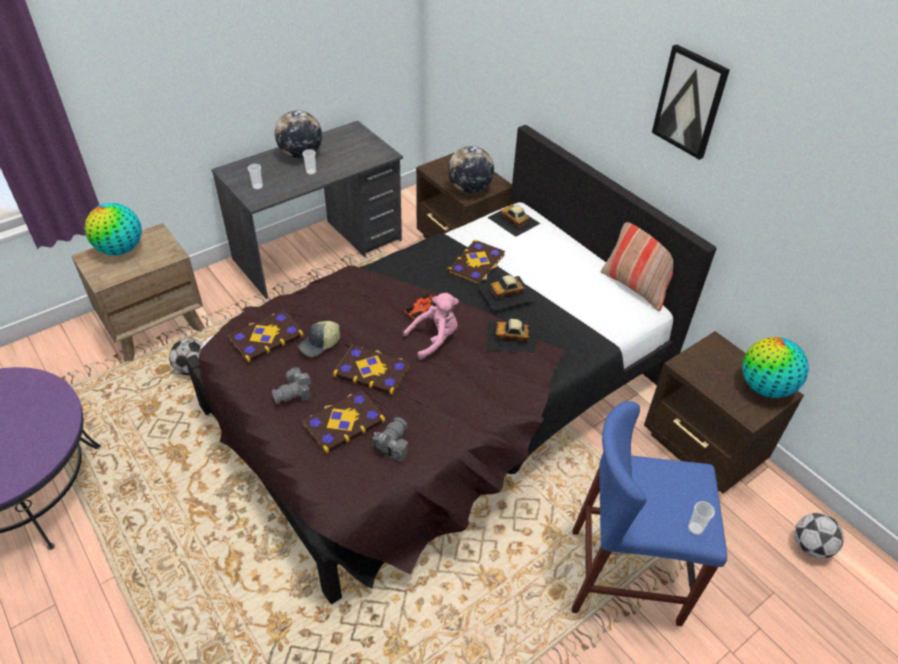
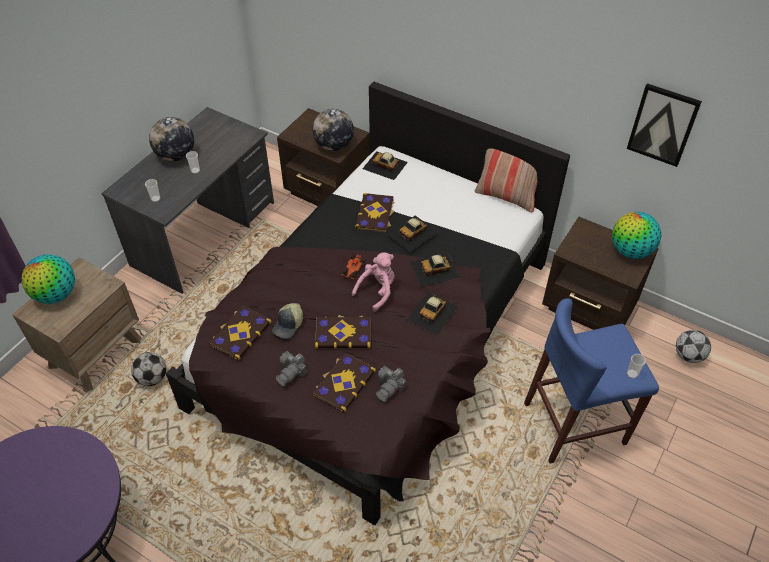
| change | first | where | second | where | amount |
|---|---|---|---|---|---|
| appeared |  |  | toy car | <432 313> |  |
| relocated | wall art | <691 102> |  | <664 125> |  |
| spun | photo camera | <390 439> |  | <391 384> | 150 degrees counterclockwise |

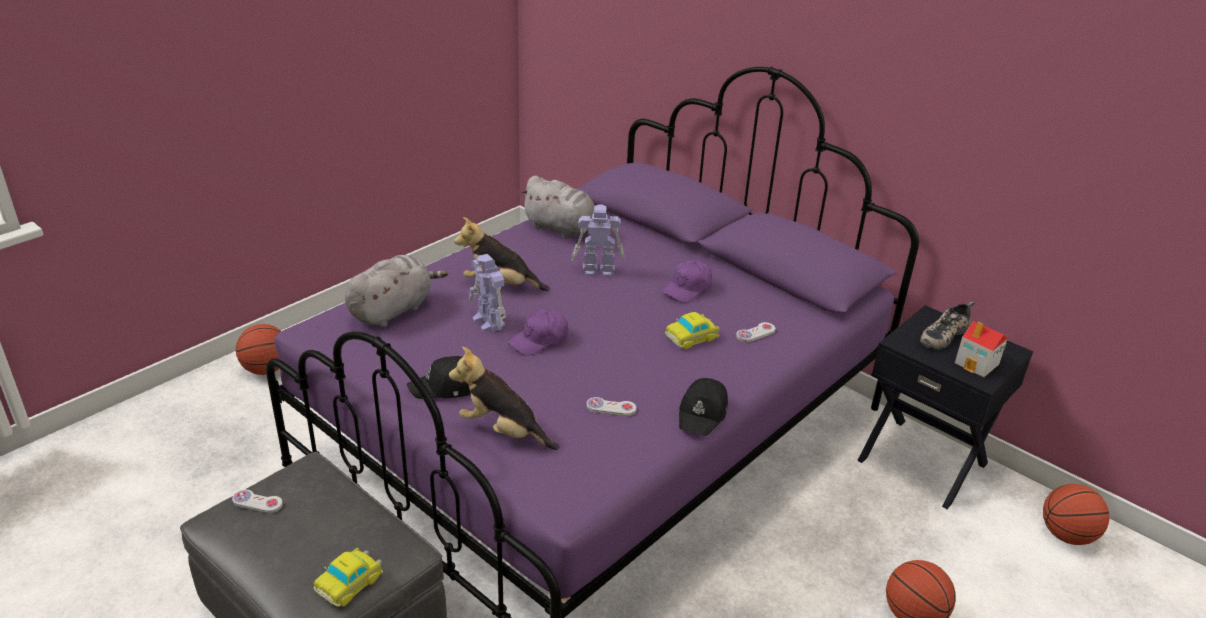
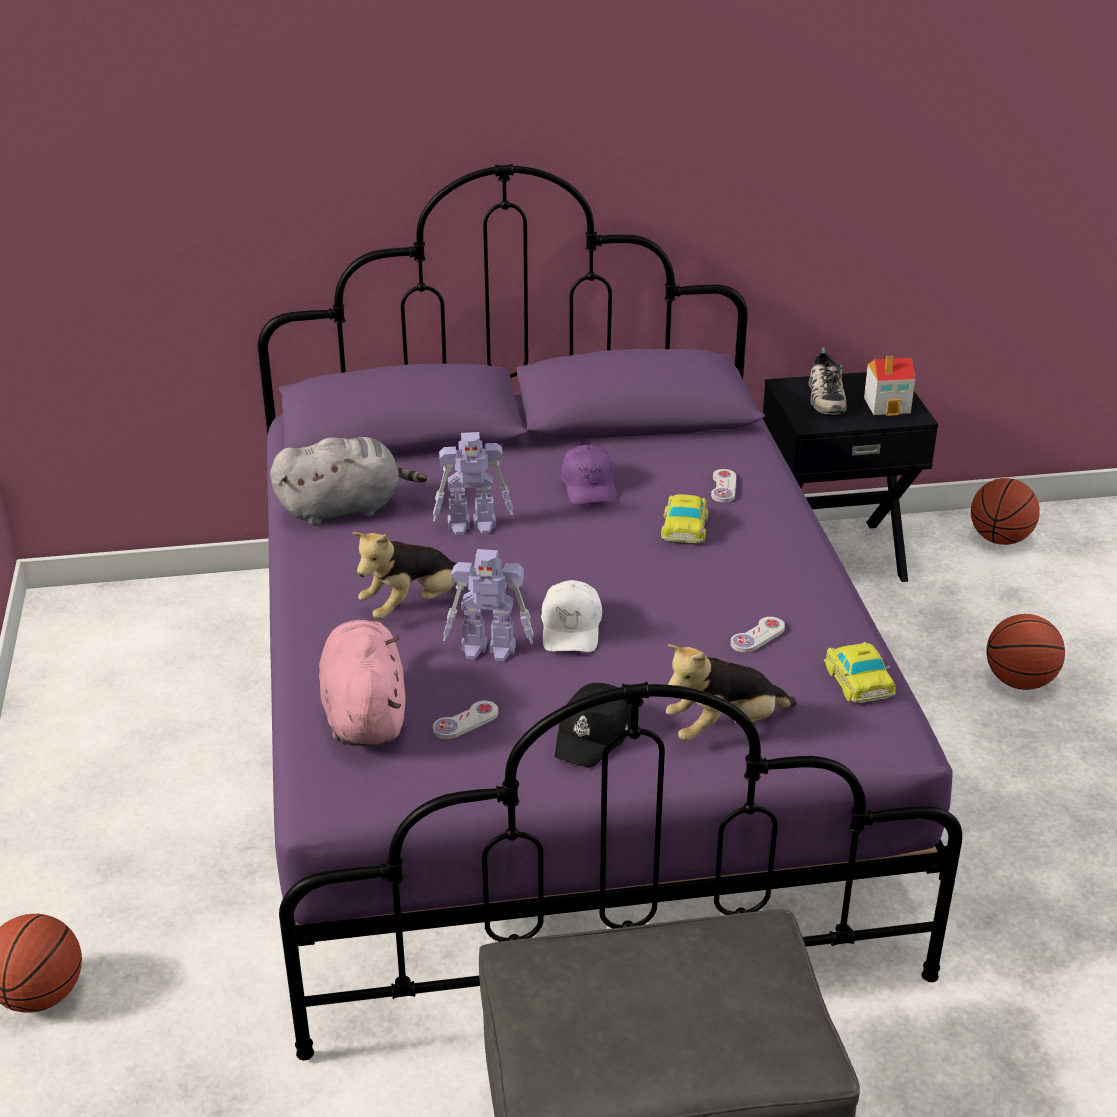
| change | first | where | second | where | amount |
|---|---|---|---|---|---|
| missing | black-coloured peaked cap | <703 407> |  |  |  |
| relocated | white-coloured gamepad | <257 501> |  | <465 720> |  |
| relocated | toy car | <348 577> |  | <860 672> |  |
| colour | greyish cuddly toy | <396 291> | pink-coloured cuddly toy | <362 683> |  |
| colour | purple peaked cap | <538 332> | white-coloured peaked cap | <571 616> |  |
| spun | model robot | <598 240> |  | <473 483> | 135 degrees counterclockwise |

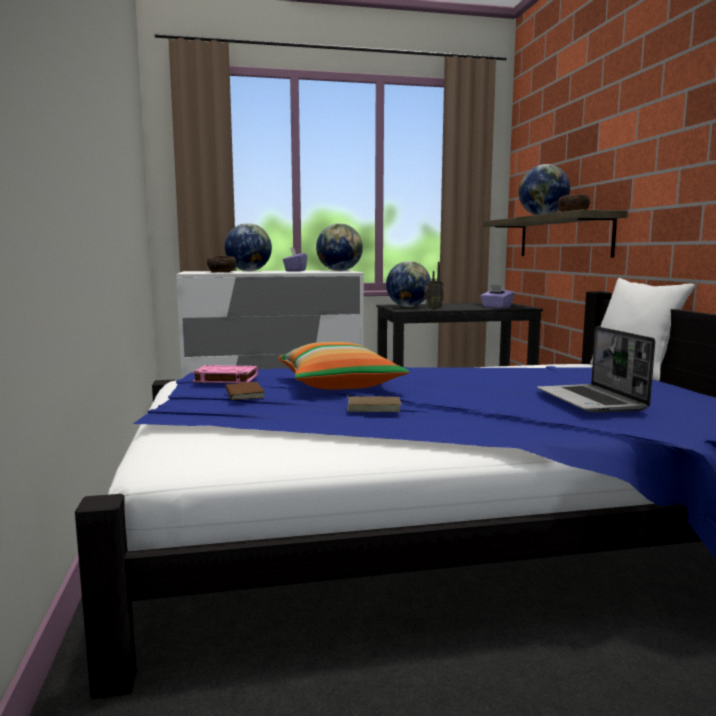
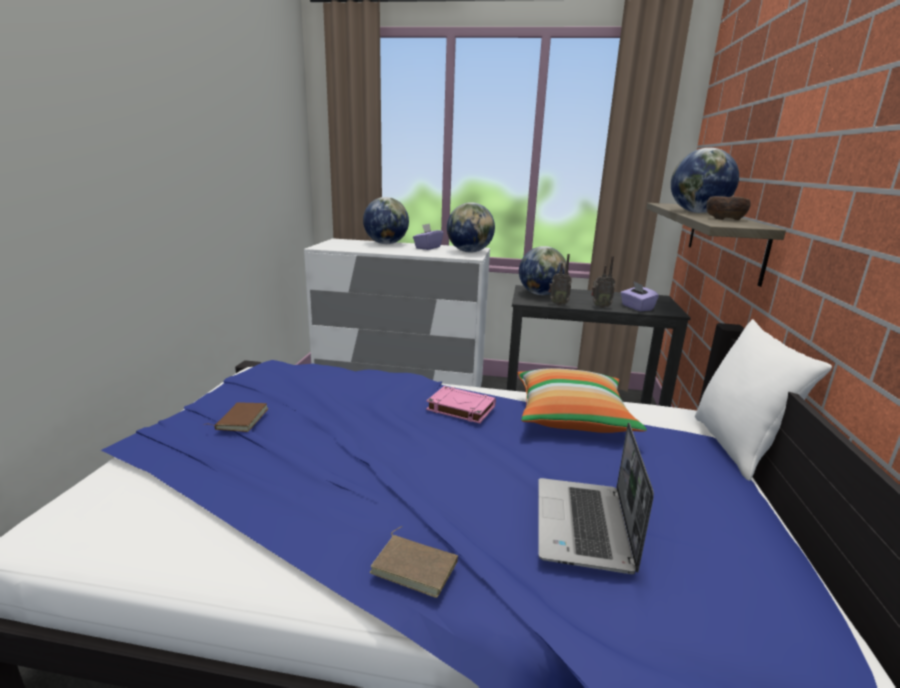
| change | first | where | second | where | amount |
|---|---|---|---|---|---|
| missing | brownish bowl | <221 264> |  |  |  |
| appeared |  |  | radio | <603 282> |  |
| relocated | pink-coloured volume | <225 374> |  | <461 404> |  |
| relocated | pillow | <344 366> |  | <582 400> |  |
| relocated | brownish volume | <374 403> |  | <414 562> |  |

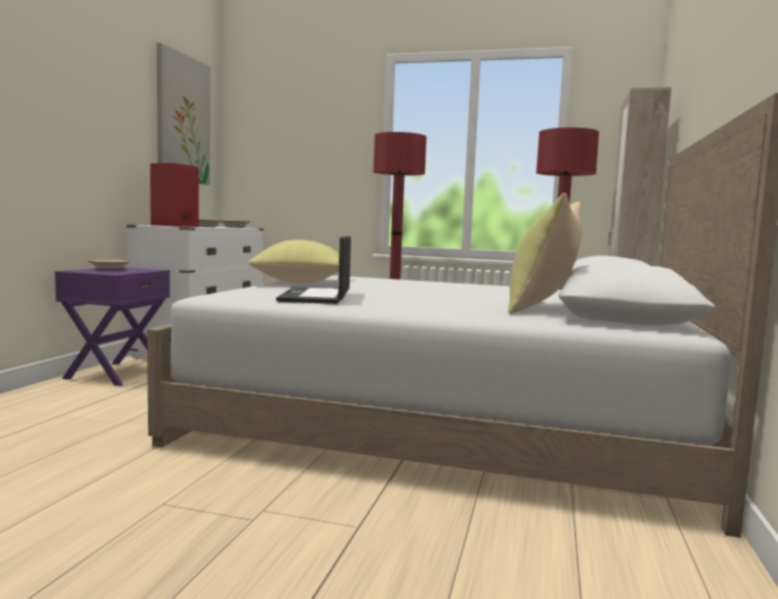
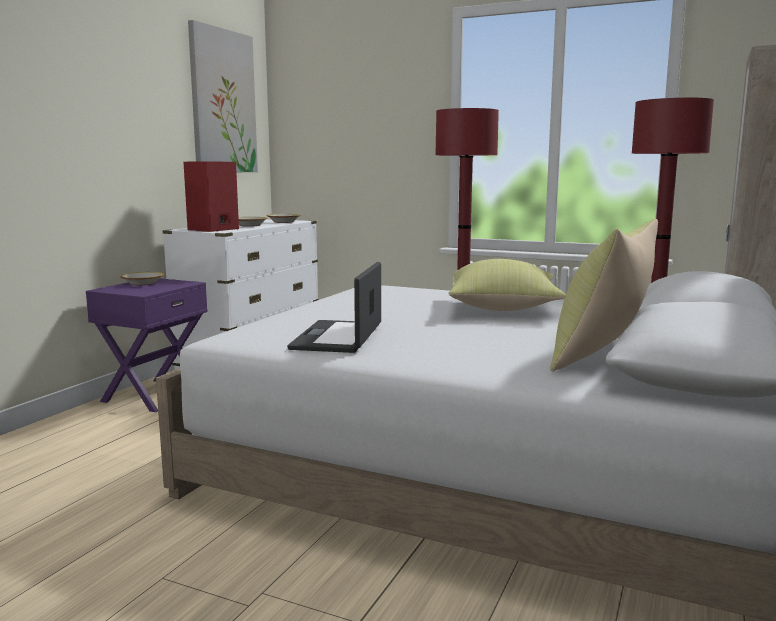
| change | first | where | second | where | amount |
|---|---|---|---|---|---|
| relocated | yellowish pillow | <293 261> |  | <507 285> |  |

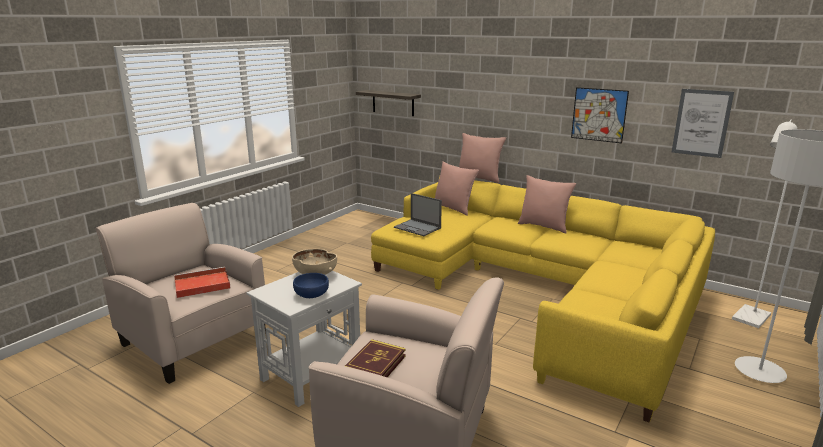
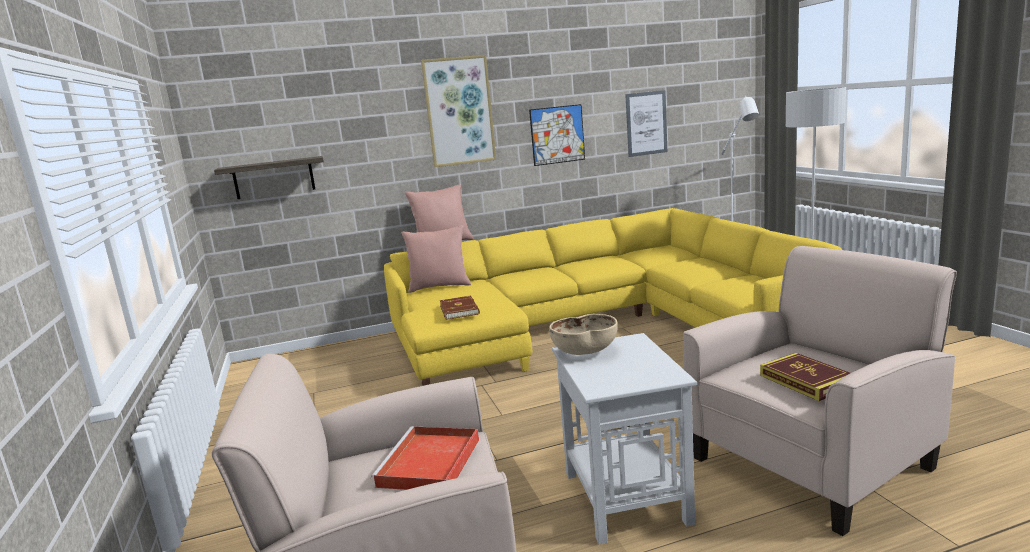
| change | first | where | second | where | amount |
|---|---|---|---|---|---|
| missing | blue-coloured bowl | <311 285> |  |  |  |
| missing | pink-coloured pillow | <547 204> |  |  |  |
| appeared |  |  | wall art | <458 111> |  |
| exchanged | portable computer | <418 214> | brownish volume | <460 308> |  |

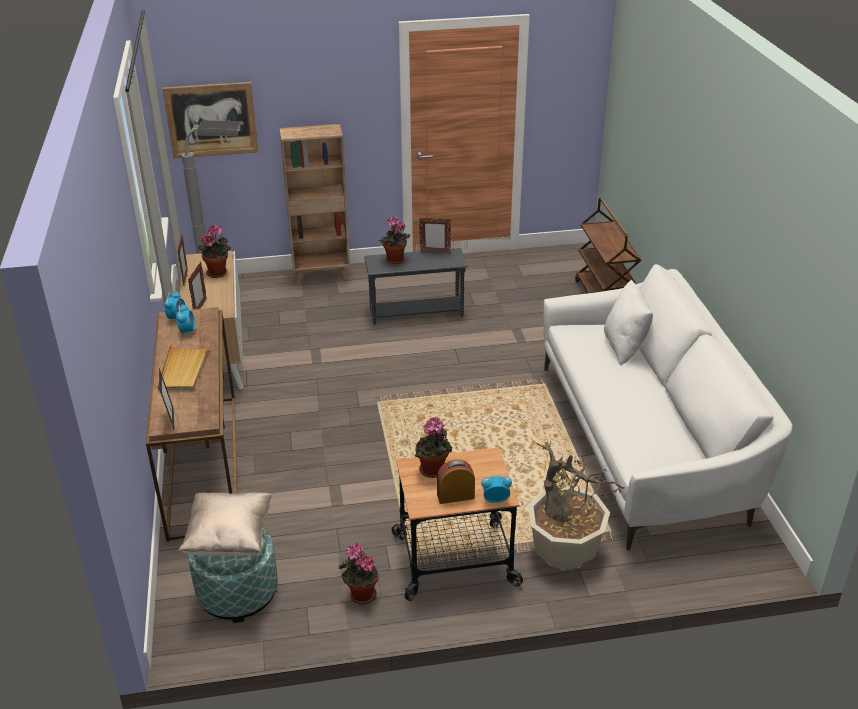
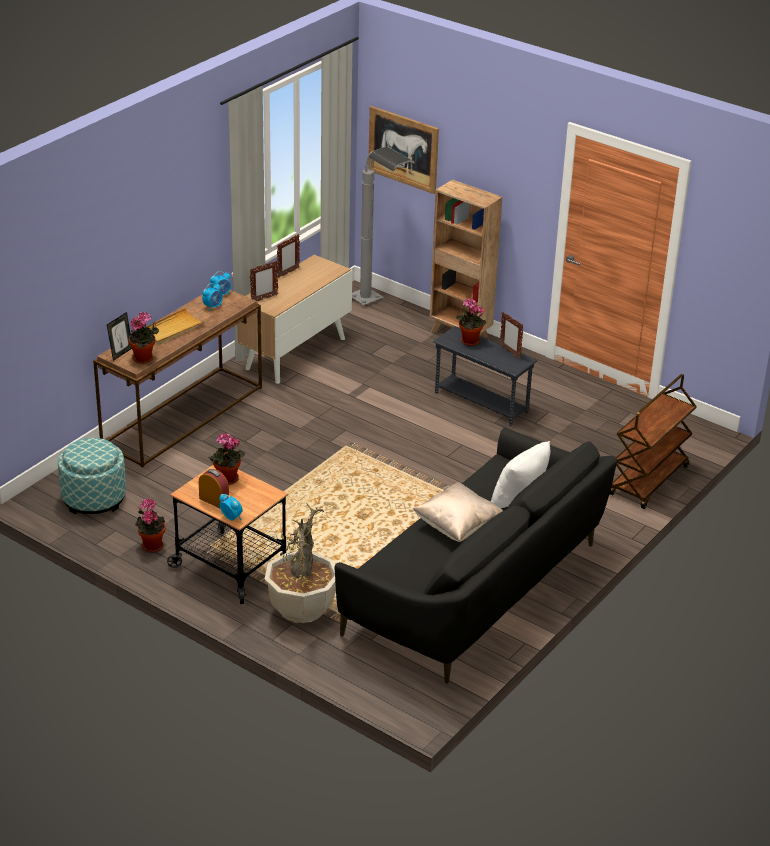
| change | first | where | second | where | amount |
|---|---|---|---|---|---|
| relocated | sand-coloured pillow | <225 524> |  | <458 512> |  |
| relocated | potted plant | <214 251> |  | <144 338> |  |
| colour | white-coloured sofa | <668 407> | black-coloured sofa | <475 556> |  |

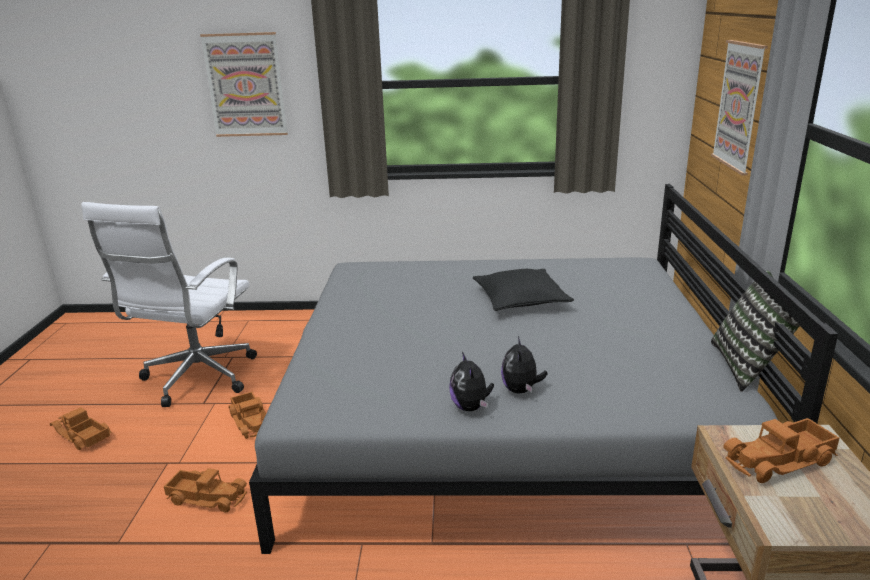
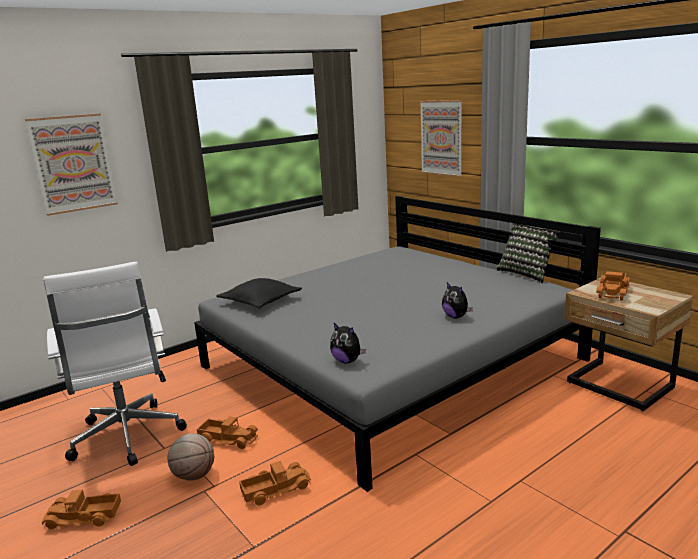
| change | first | where | second | where | amount |
|---|---|---|---|---|---|
| appeared |  |  | basketball | <190 457> |  |
| relocated | cuddly toy | <471 381> |  | <348 343> |  |
| relocated | black-coloured pillow | <523 290> |  | <259 293> |  |

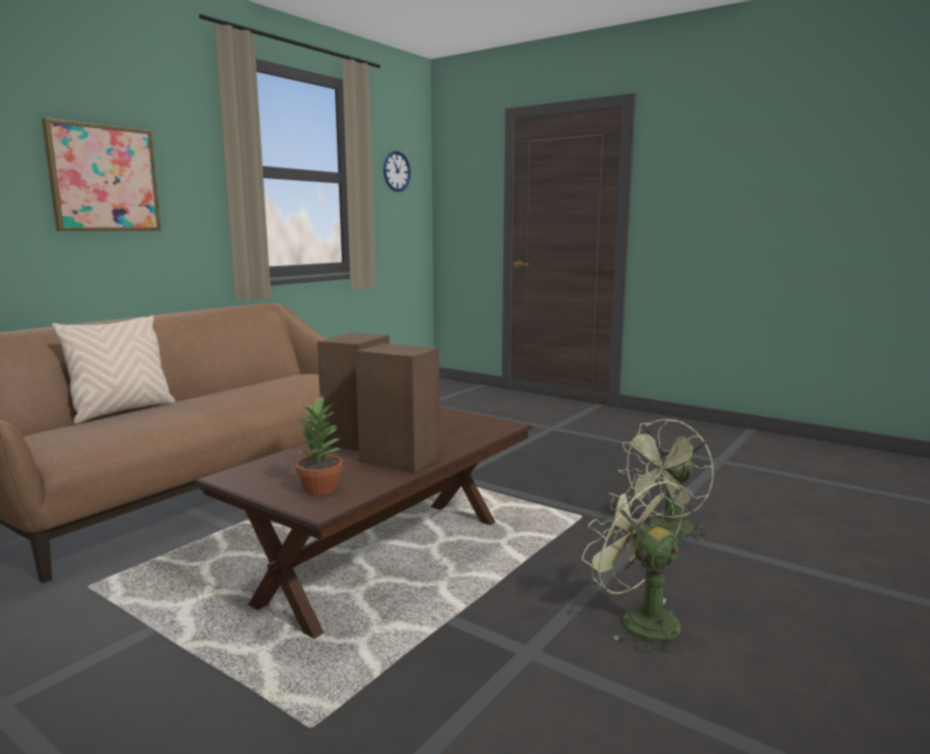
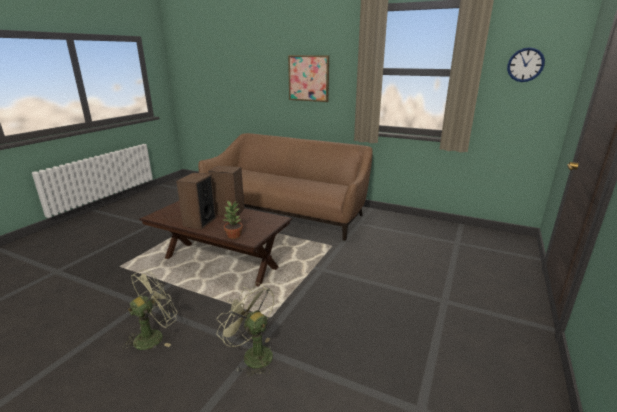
| change | first | where | second | where | amount |
|---|---|---|---|---|---|
| missing | sand-coloured pillow | <113 369> |  |  |  |
| relocated | potted plant | <319 445> |  | <233 220> |  |

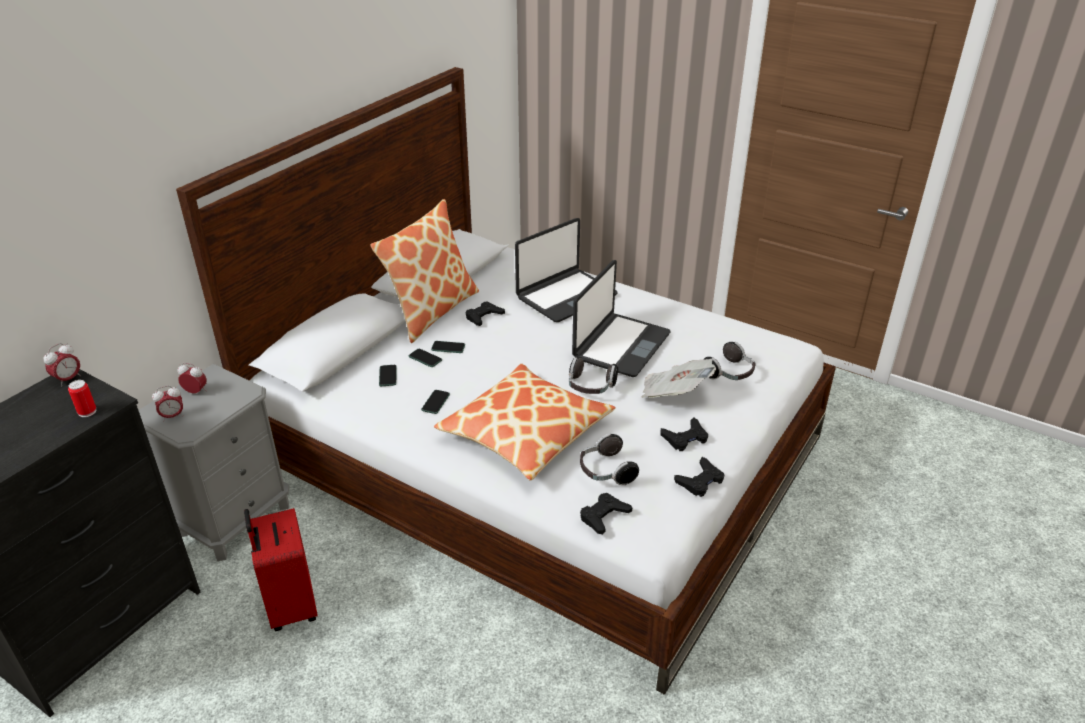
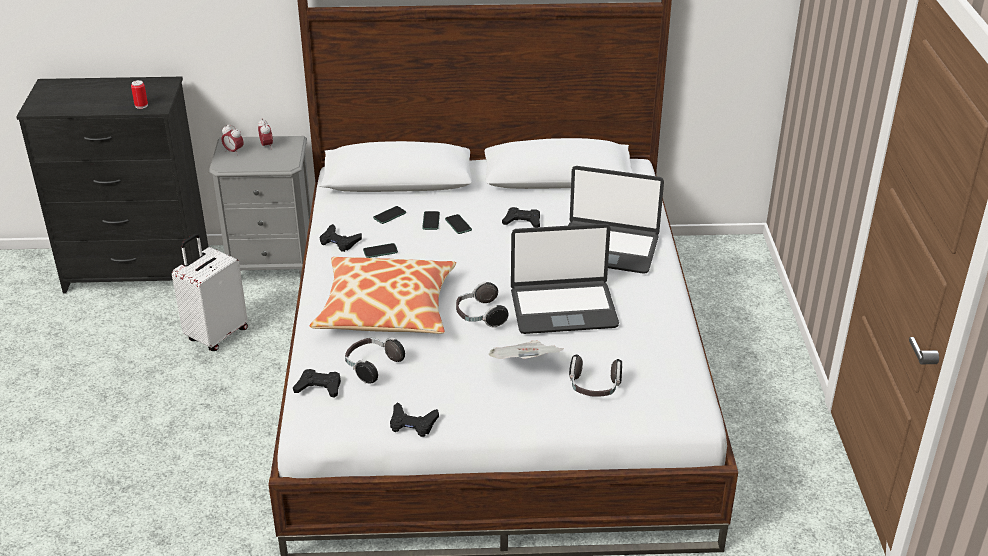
| change | first | where | second | where | amount |
|---|---|---|---|---|---|
| missing | bedside clock | <62 365> |  |  |  |
| missing | pillow | <424 271> |  |  |  |
| relocated | black-coloured gamepad | <684 434> |  | <341 238> |  |
| colour | red-coloured travel case | <280 569> | white-coloured travel case | <210 292> |  |

